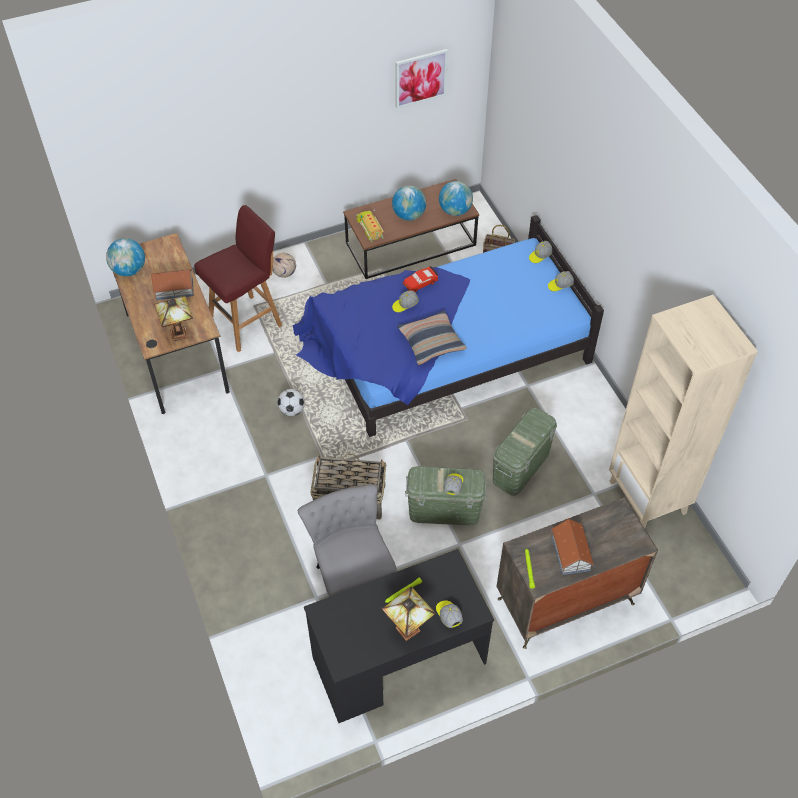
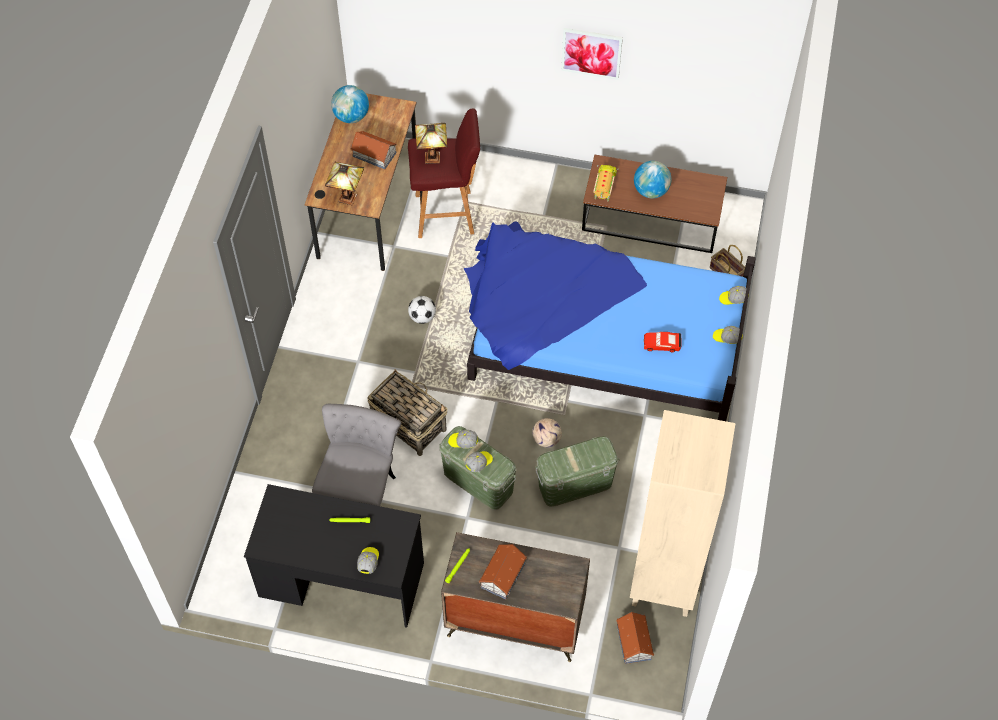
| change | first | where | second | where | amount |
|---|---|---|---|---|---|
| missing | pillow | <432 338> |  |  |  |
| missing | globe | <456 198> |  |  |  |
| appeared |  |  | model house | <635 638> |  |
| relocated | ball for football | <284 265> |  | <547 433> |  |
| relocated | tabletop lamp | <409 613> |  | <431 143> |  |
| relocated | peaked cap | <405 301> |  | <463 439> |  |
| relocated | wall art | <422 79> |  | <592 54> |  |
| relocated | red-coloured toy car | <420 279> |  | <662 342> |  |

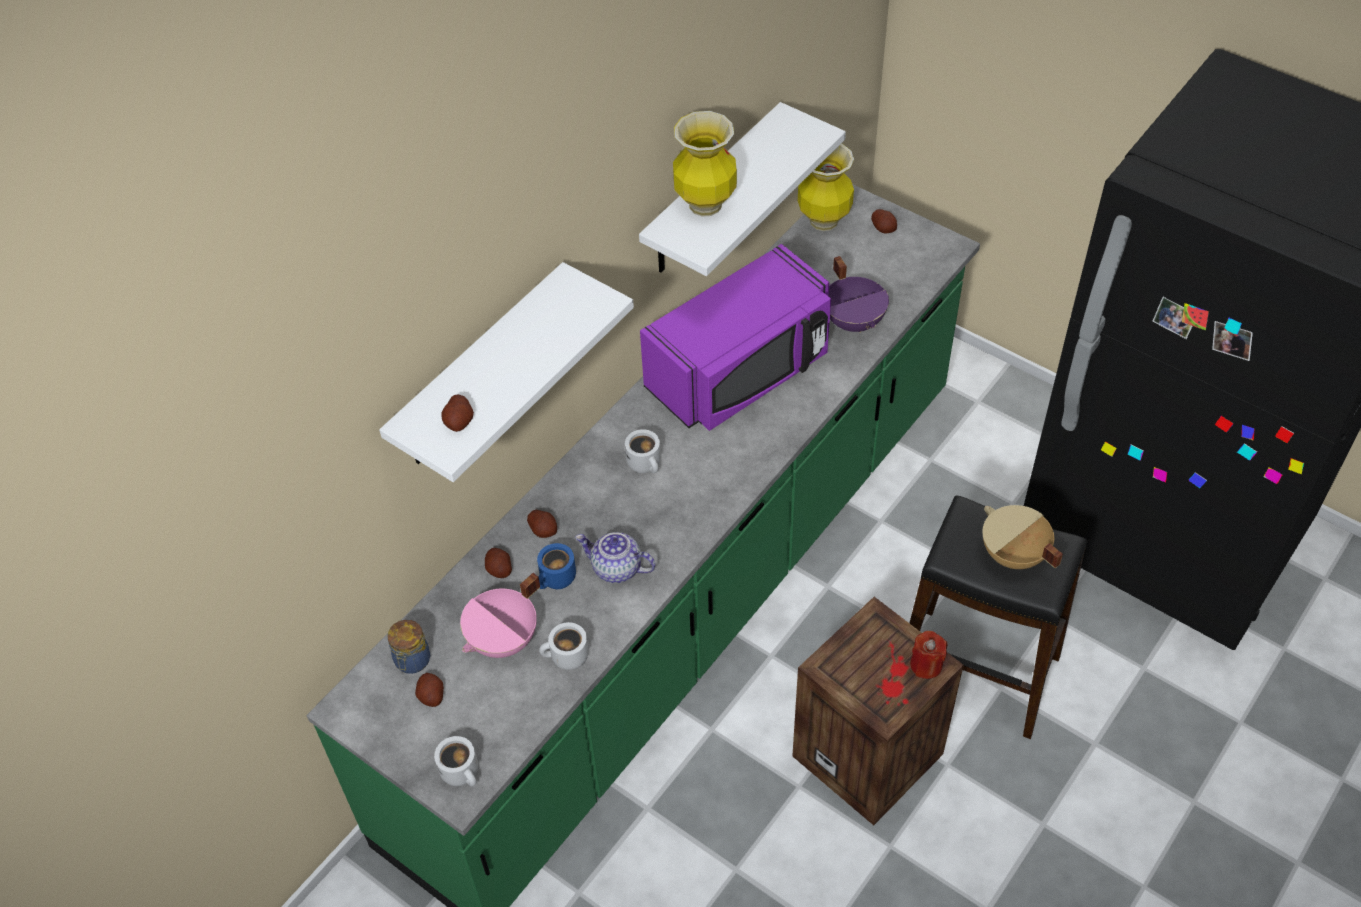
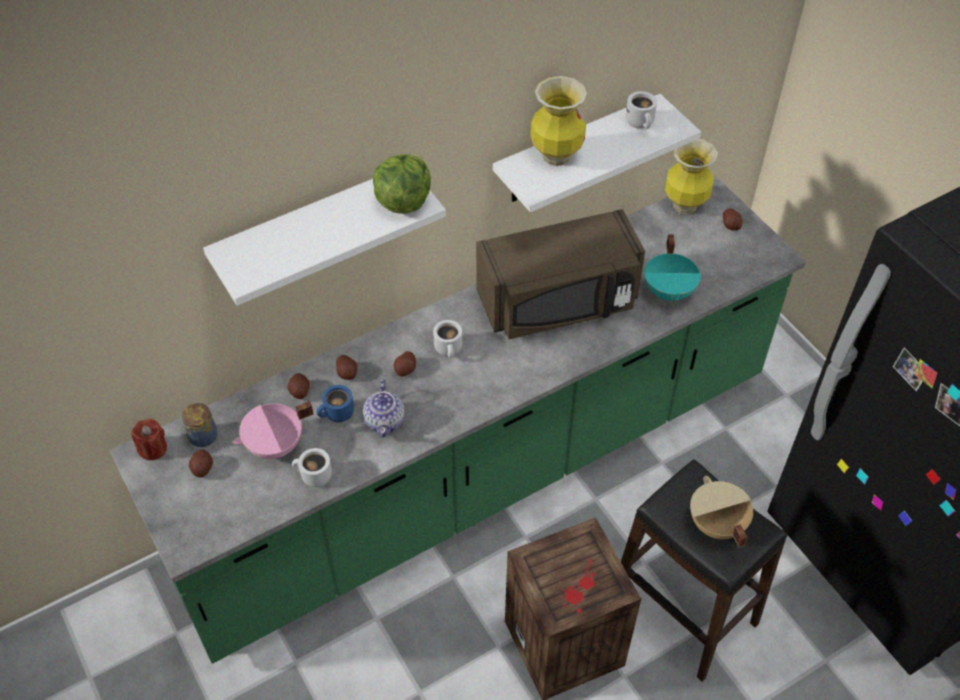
| change | first | where | second | where | amount |
|---|---|---|---|---|---|
| appeared |  |  | head of lettuce | <402 184> |  |
| relocated | white-coloured coffee mug | <456 761> |  | <641 110> |  |
| relocated | whole potato | <457 413> |  | <405 364> |  |
| relocated | red-coloured wax light | <928 655> |  | <149 439> |  |
| colour | purple microwave oven | <735 337> | brownish microwave oven | <560 274> |  |
| colour | purple stockpot | <859 294> | blue-green stockpot | <672 268> |  |
| spun | tea pot | <615 557> |  | <384 408> | 135 degrees counterclockwise |

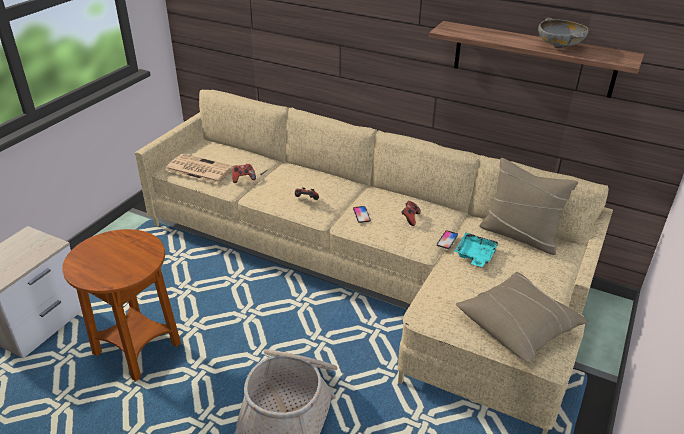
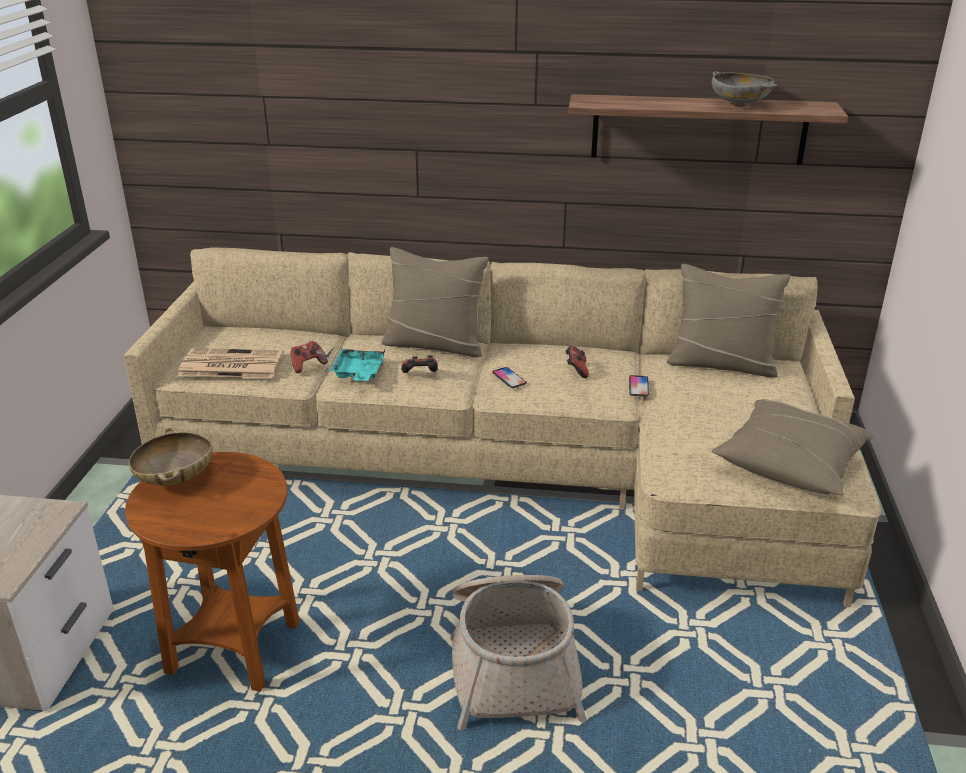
| change | first | where | second | where | amount |
|---|---|---|---|---|---|
| appeared |  |  | sand-coloured bowl | <171 456> |  |
| appeared |  |  | sand-coloured pillow | <435 302> |  |
| relocated | blue-green serving tray | <476 250> |  | <357 365> |  |

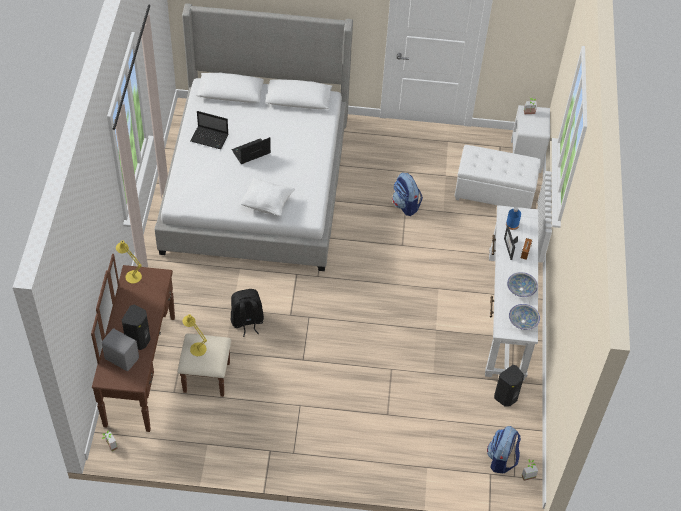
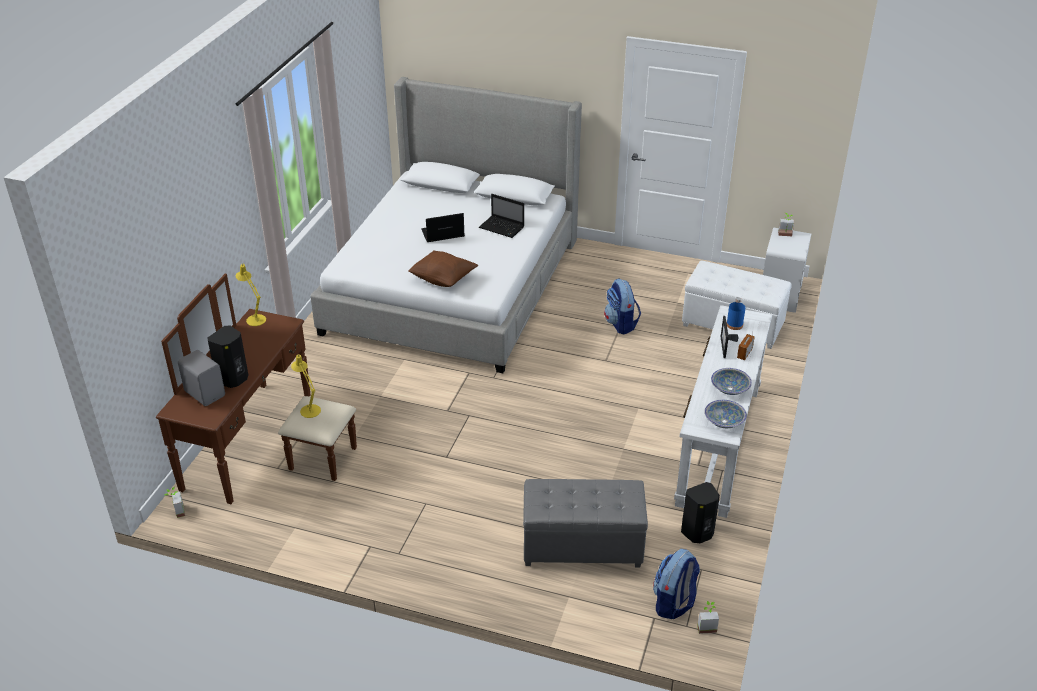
| change | first | where | second | where | amount |
|---|---|---|---|---|---|
| missing | black-coloured backpack | <247 313> |  |  |  |
| appeared |  |  | greyish footrest | <585 523> |  |
| relocated | portable computer | <209 130> |  | <501 216> |  |
| colour | white-coloured pillow | <267 196> | brownish pillow | <443 268> |  |

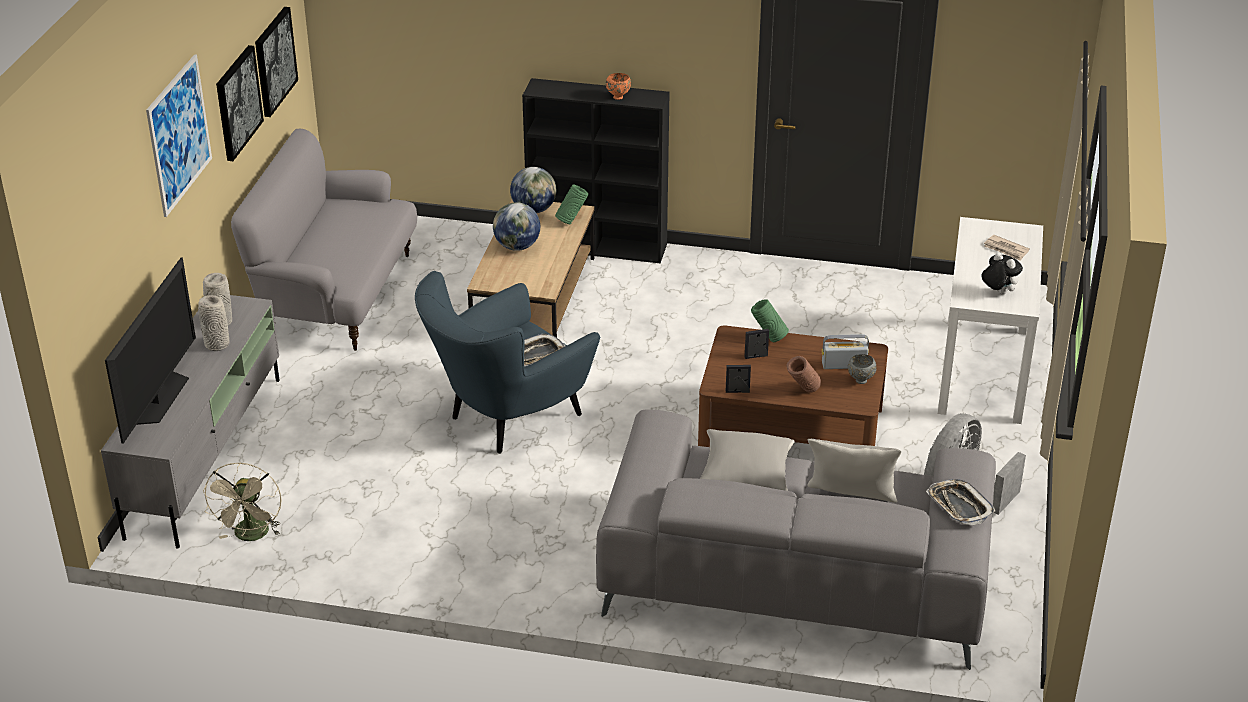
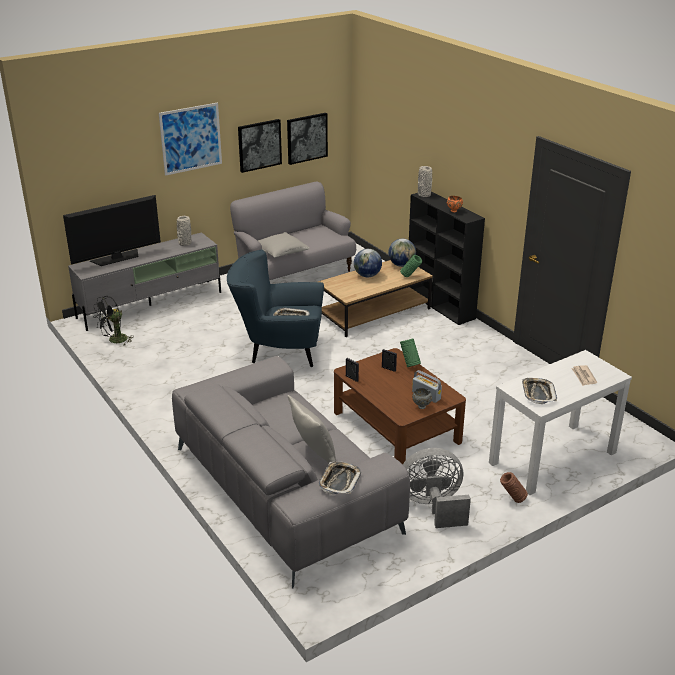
| change | first | where | second | where | amount |
|---|---|---|---|---|---|
| relocated | greyish flower vase | <214 323> |  | <425 181> |  |
| relocated | greyish pillow | <747 460> |  | <284 244> |  |
| relocated | brownish flower vase | <804 374> |  | <514 487> |  |
| exchanged | cuddly toy | <1002 273> | serving tray | <539 391> |  |
| colour | sand-coloured fan | <242 501> | black-coloured fan | <113 321> |  |

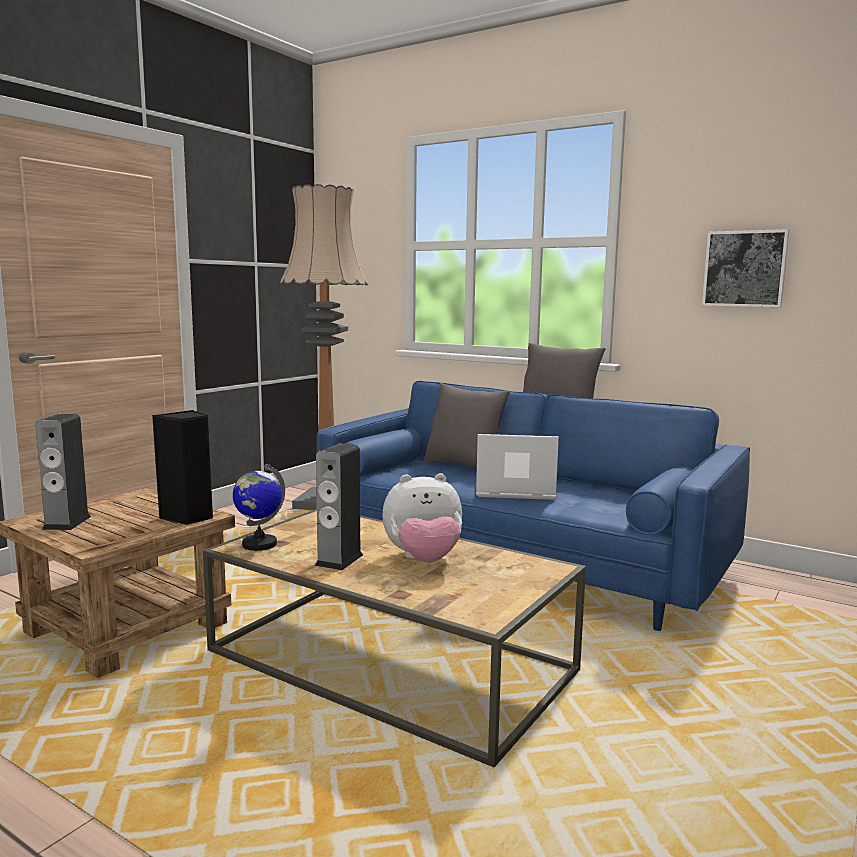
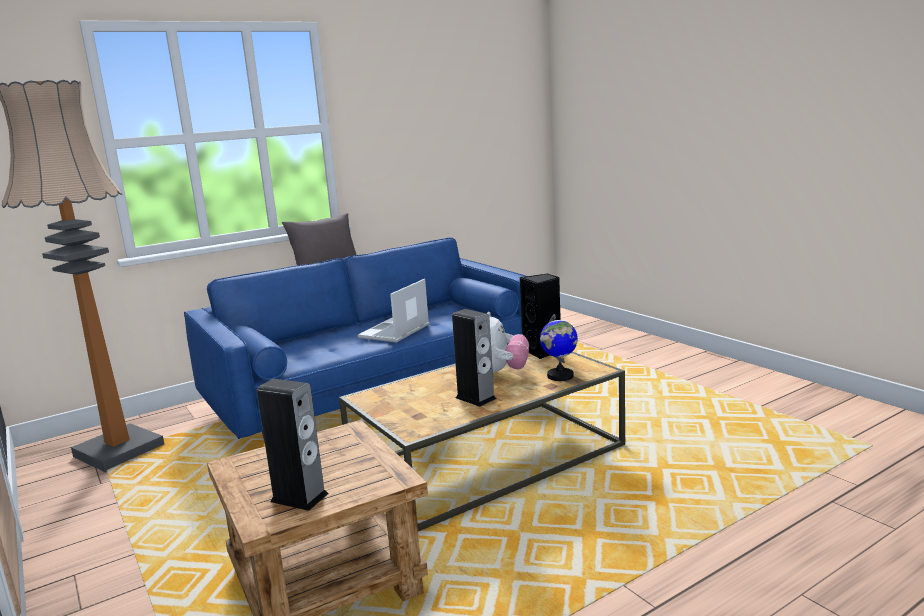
| change | first | where | second | where | amount |
|---|---|---|---|---|---|
| missing | greyish pillow | <467 426> |  |  |  |
| missing | wall art | <746 268> |  |  |  |
| relocated | black-coloured audio speaker | <182 467> |  | <540 316> |  |
| relocated | globe | <259 507> |  | <559 347> |  |

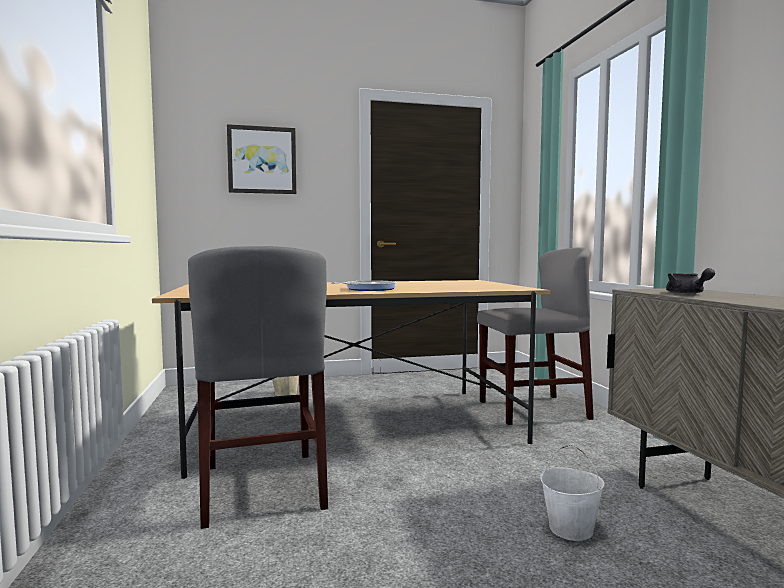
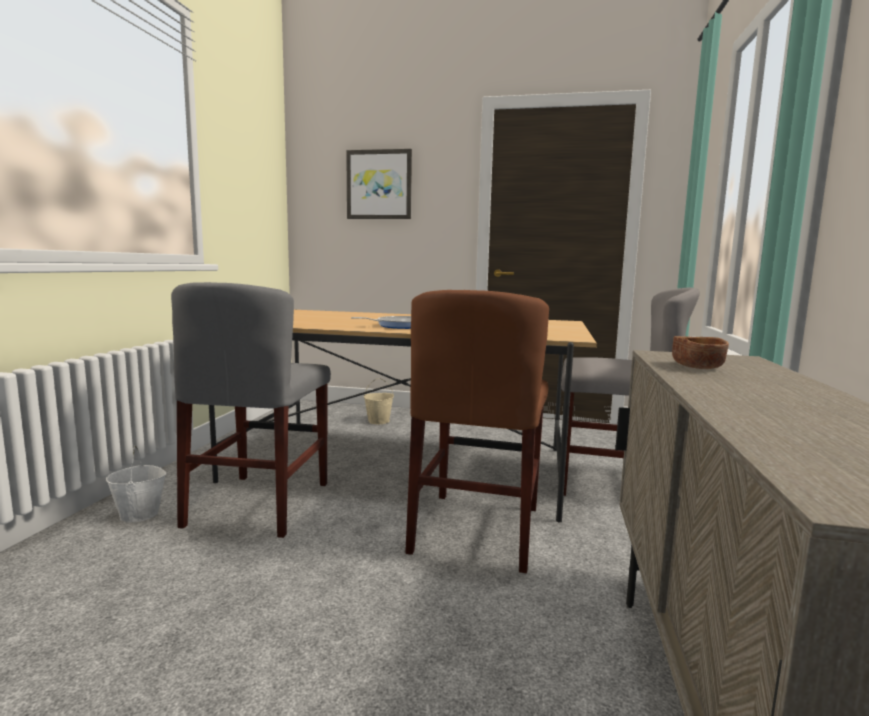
| change | first | where | second | where | amount |
|---|---|---|---|---|---|
| appeared |  |  | brownish plain chair | <477 431> |  |
| relocated | white-coloured pail | <572 492> |  | <136 484> |  |
| exchanged | greyish tea pot | <690 281> | brownish bowl | <700 352> |  |

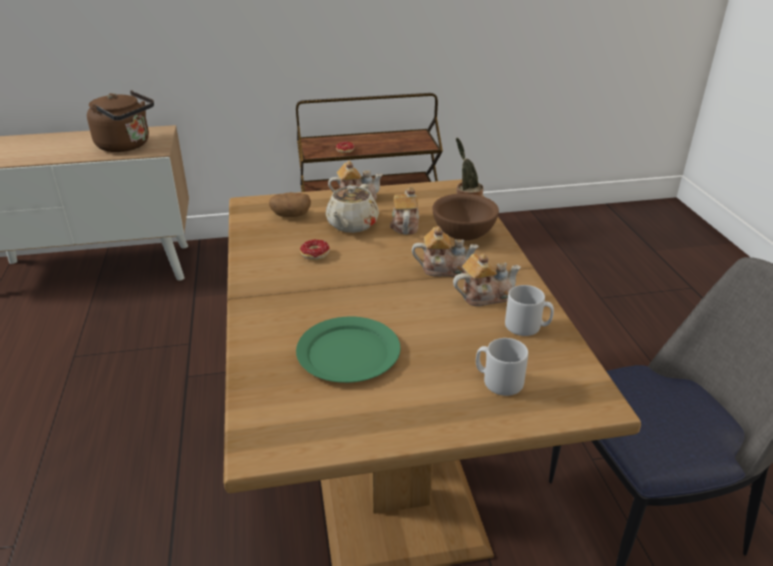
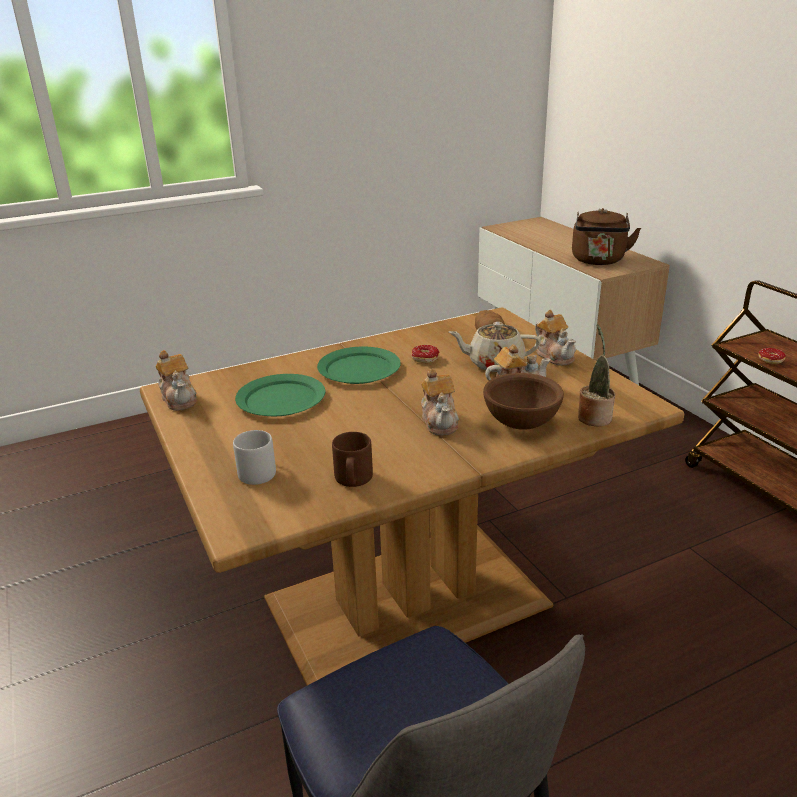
| change | first | where | second | where | amount |
|---|---|---|---|---|---|
| appeared |  |  | greenish dinner plate | <359 365> |  |
| relocated | tea pot | <487 279> |  | <176 380> |  |
| colour | greyish coffee mug | <529 310> | brownish coffee mug | <352 459> |  |

